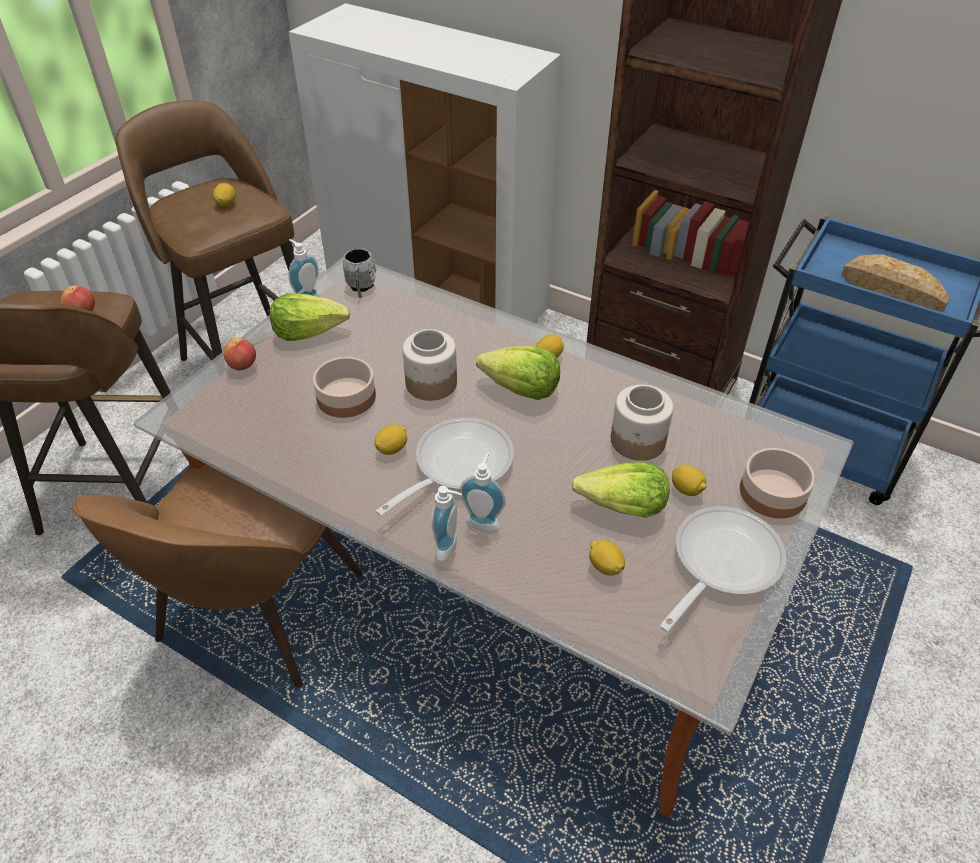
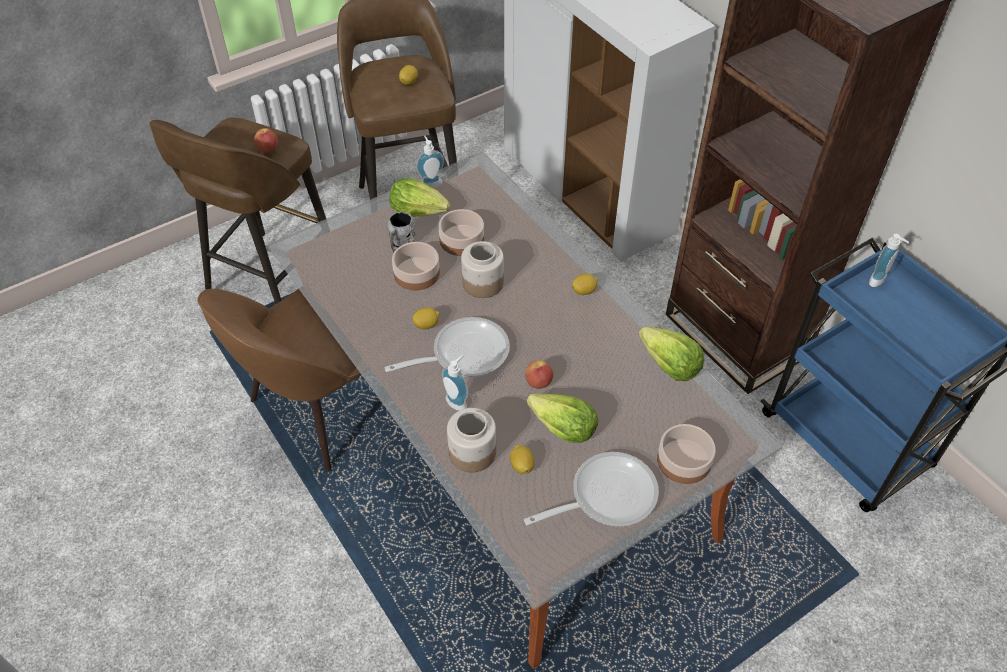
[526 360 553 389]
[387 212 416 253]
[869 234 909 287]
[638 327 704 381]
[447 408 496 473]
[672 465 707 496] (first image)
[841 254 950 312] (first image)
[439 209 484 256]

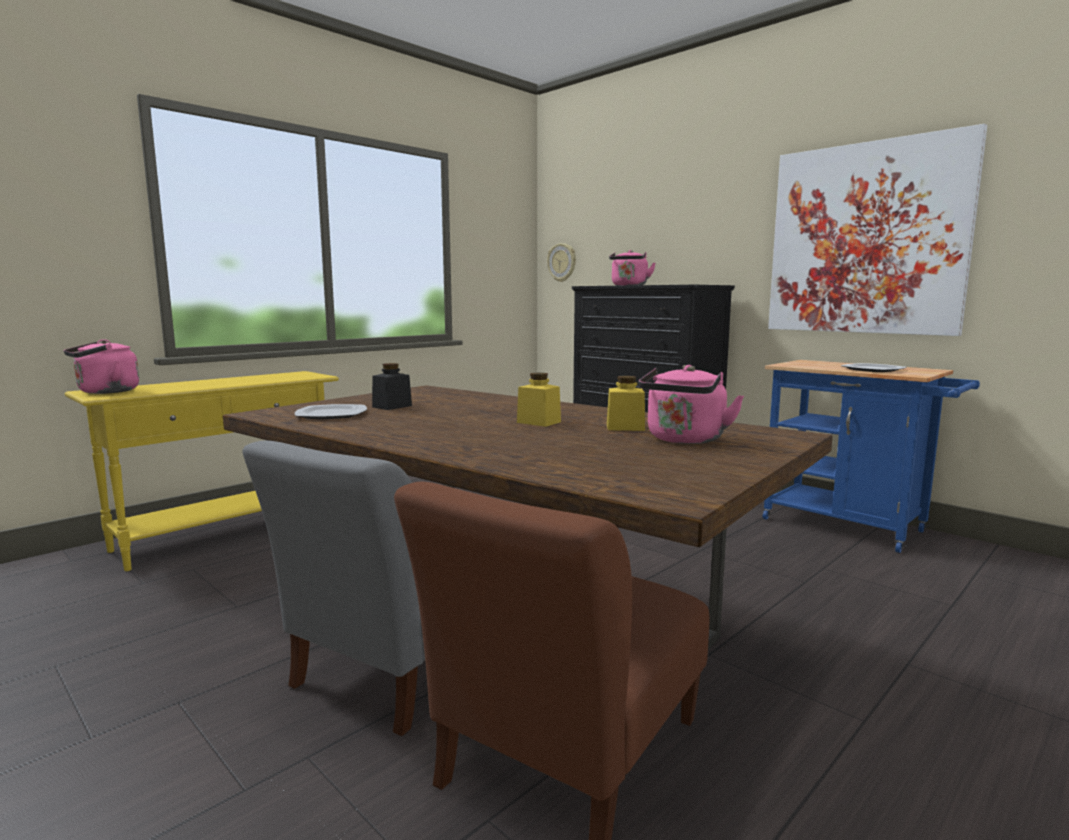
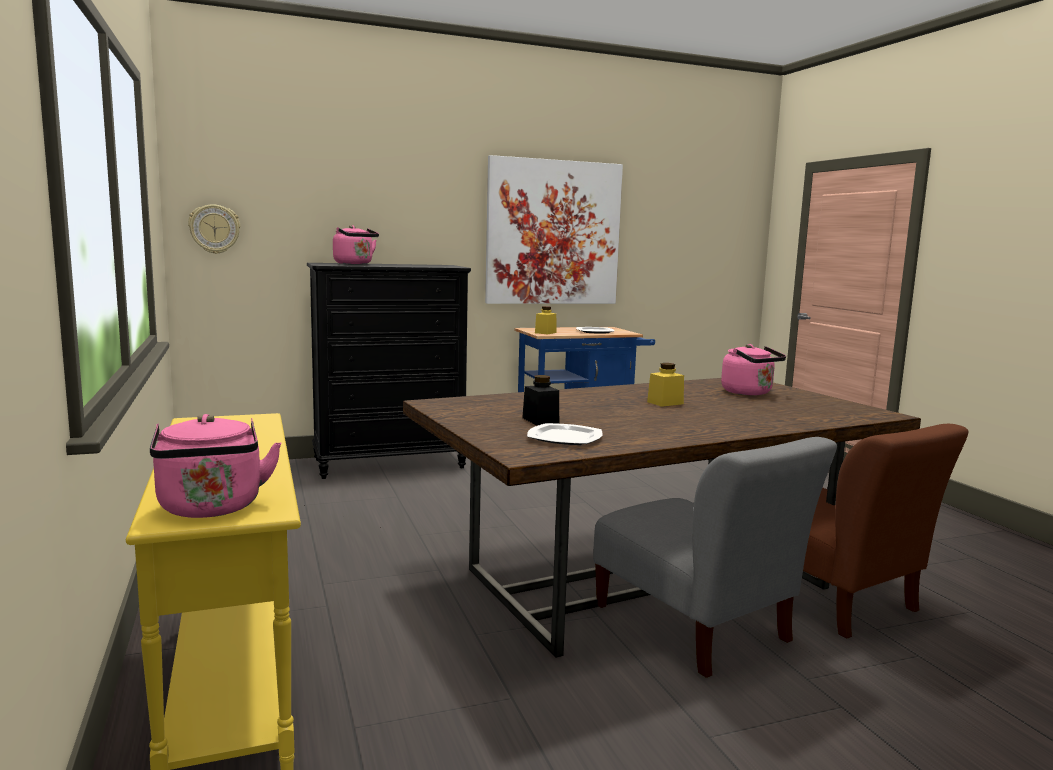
[535 306 556 335]

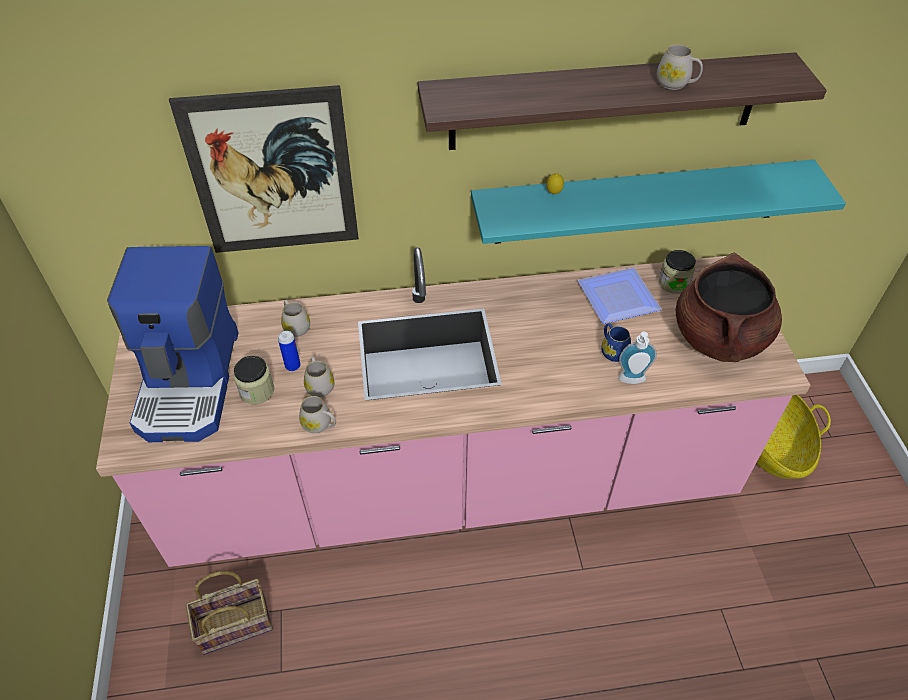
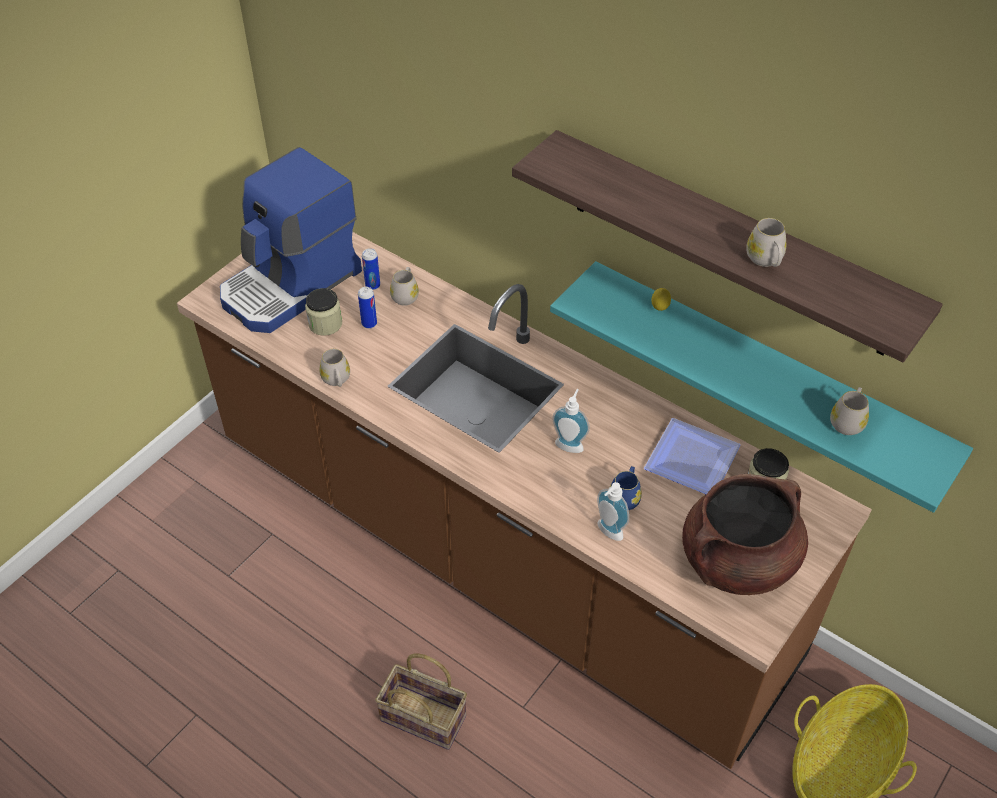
[177 232 872 769]
[169 85 359 253] (first image)
[375 654 467 750]
[830 387 869 435]
[362 248 380 290]
[552 389 590 453]

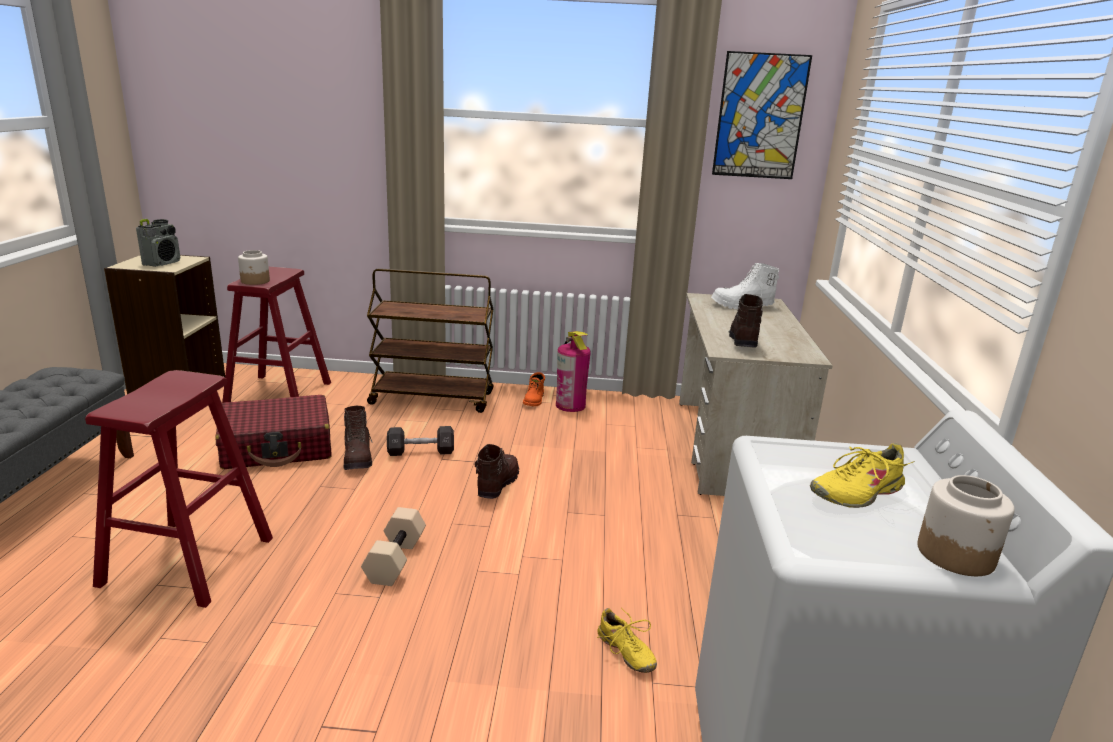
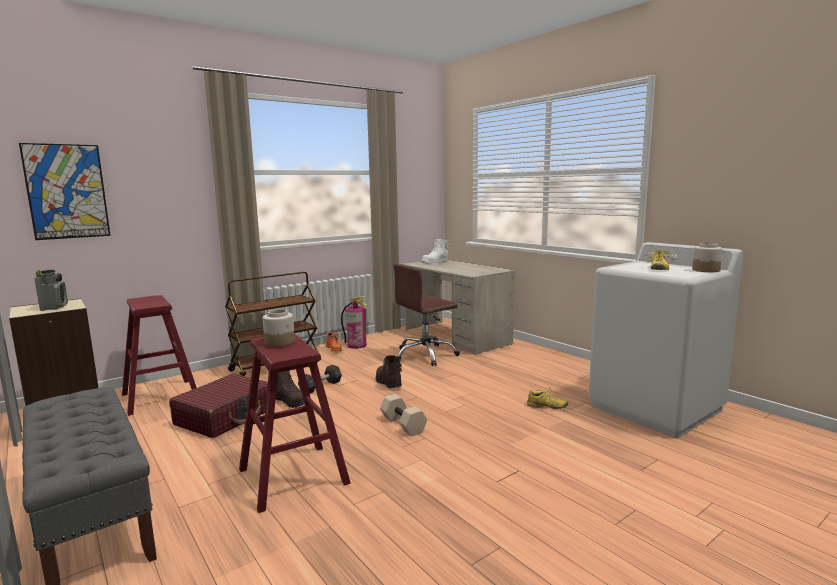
[263 309 295 347]
[19 143 111 240]
[729 294 763 348] (first image)
[393 264 460 366]

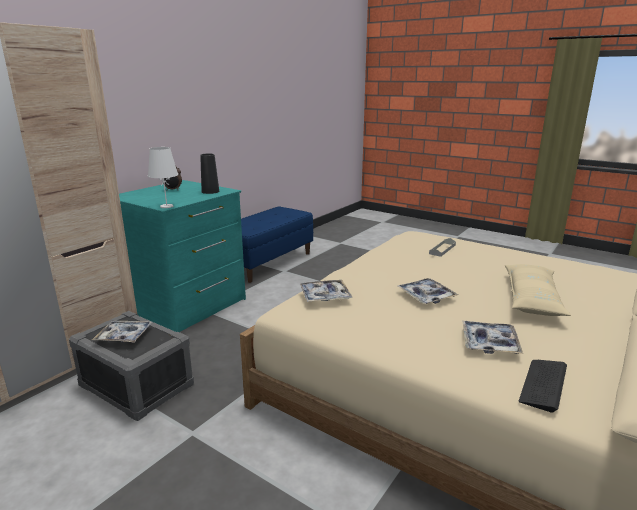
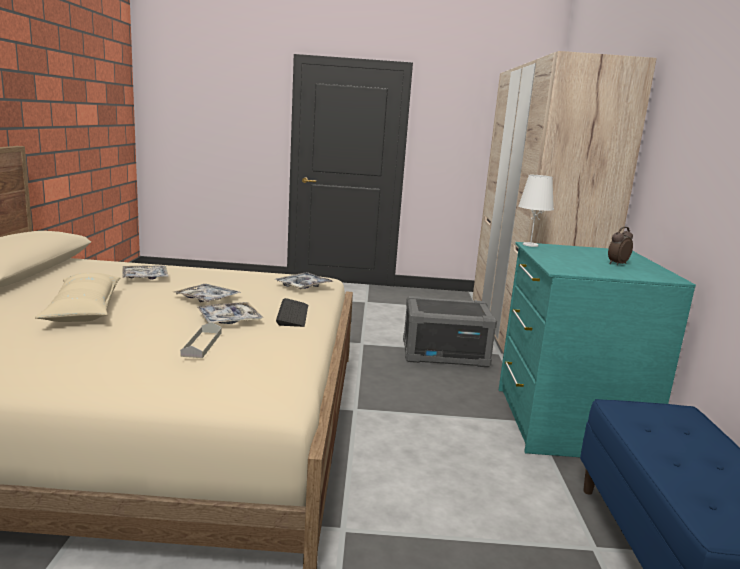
[198 302 263 324]
[200 154 219 194] (first image)
[276 298 308 327]

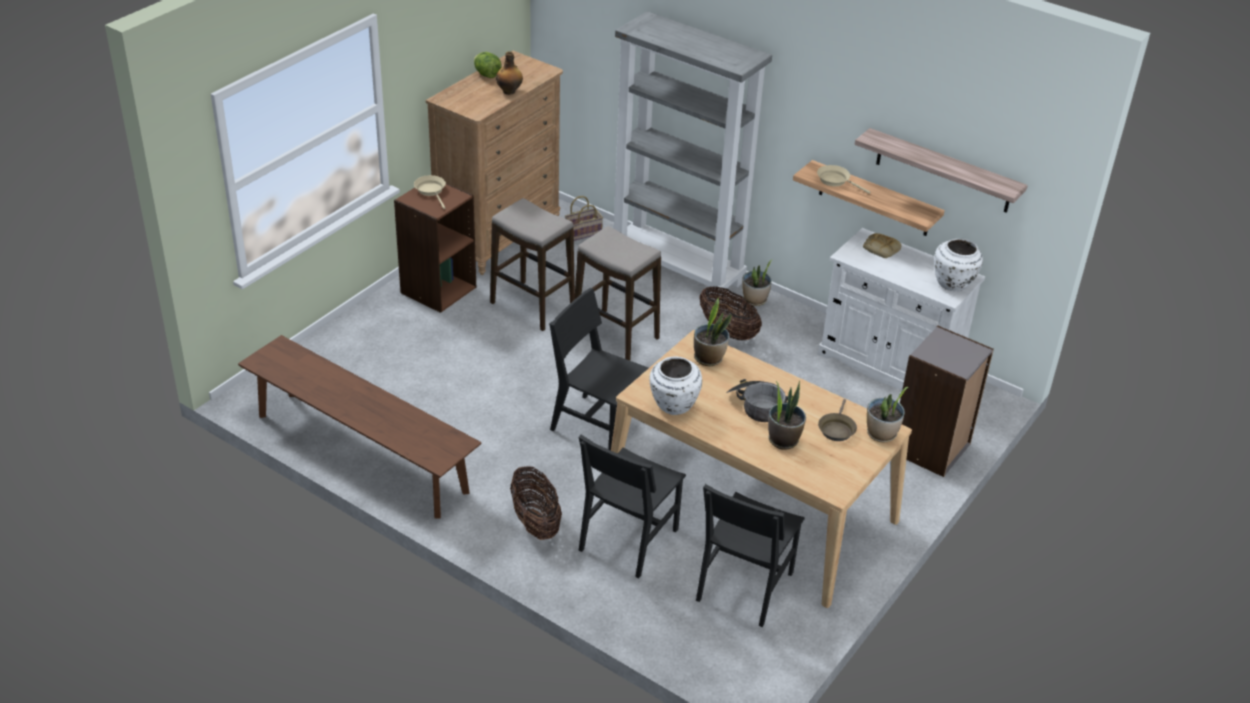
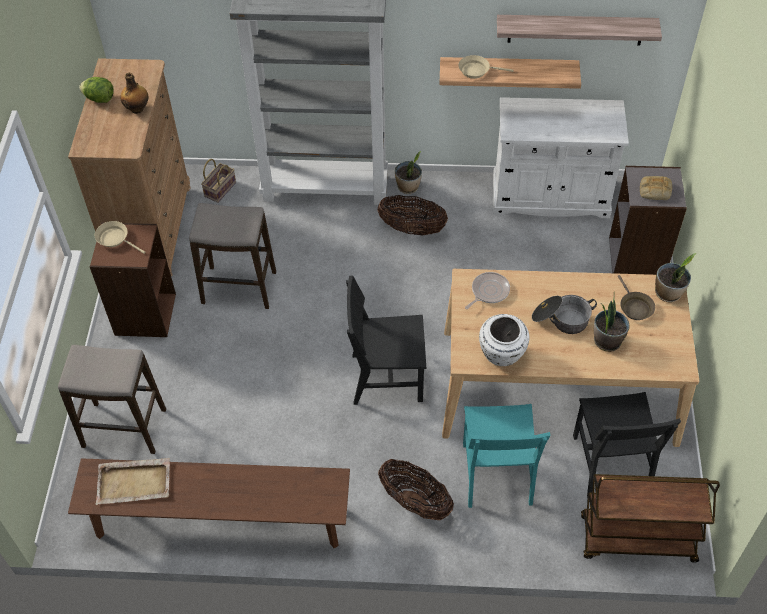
[58 345 166 454]
[463 404 551 508]
[465 272 510 309]
[640 176 672 200]
[934 238 983 291] (first image)
[95 458 170 505]
[581 474 720 563]

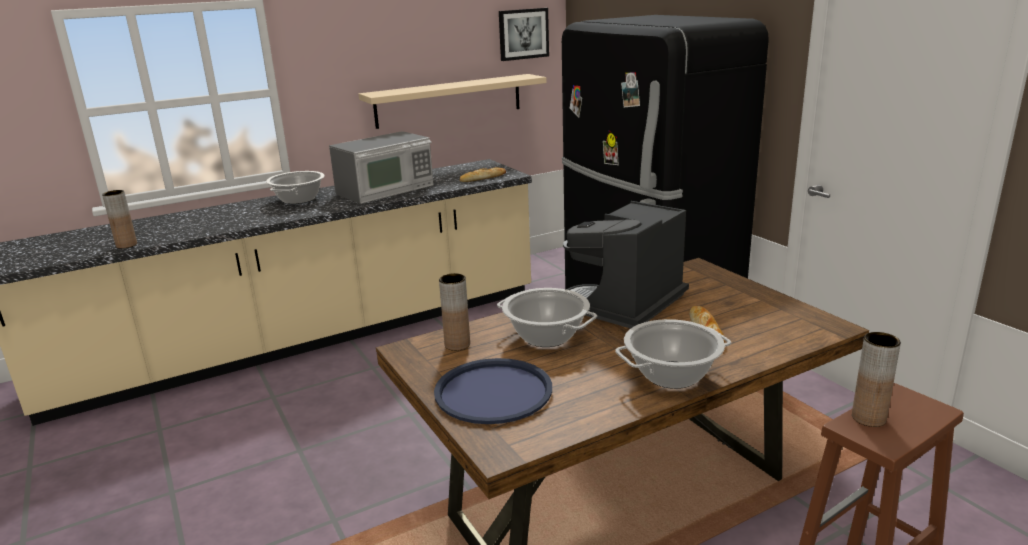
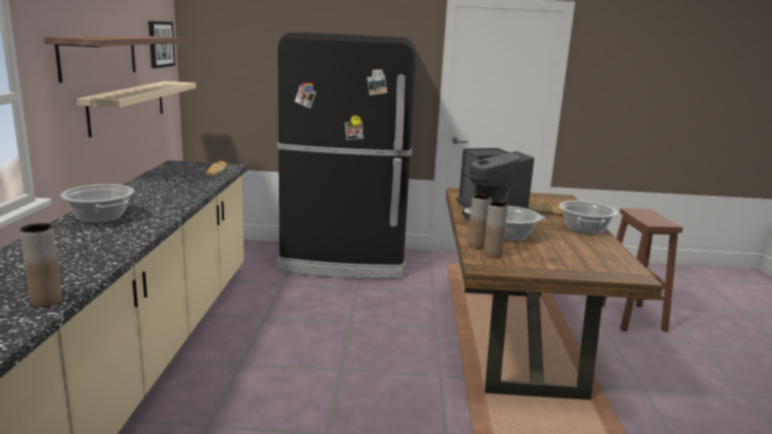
[329 131 434 204] (first image)
[434 358 552 424] (first image)
[468 194 491 249]
[44 36 180 83]

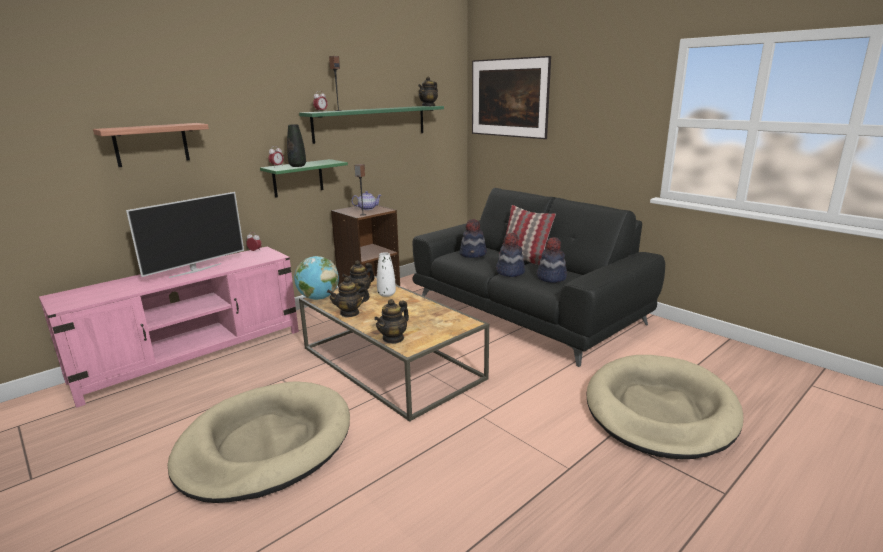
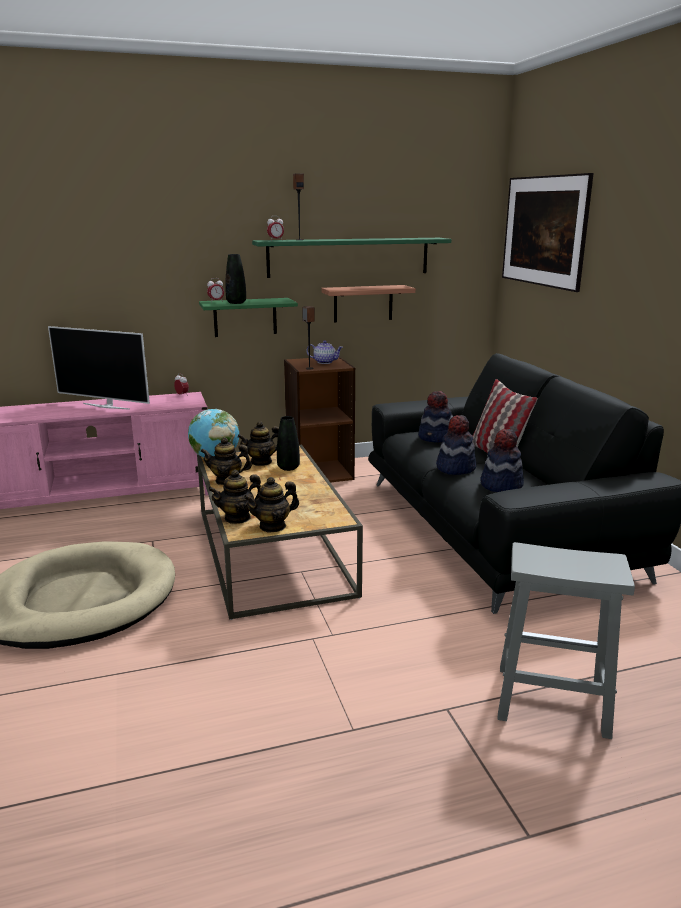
[321 285 416 322]
[48 326 150 410]
[277 416 300 471]
[244 477 299 533]
[498 542 635 739]

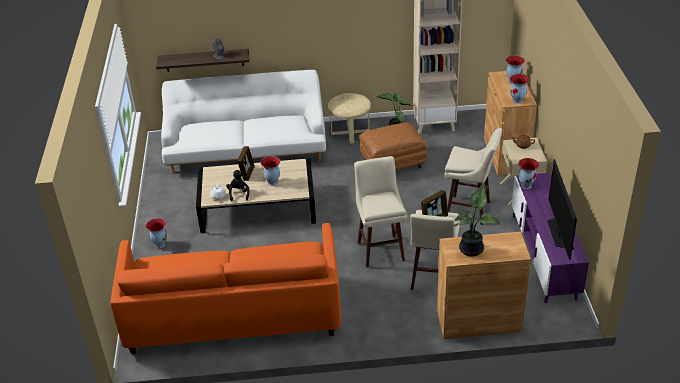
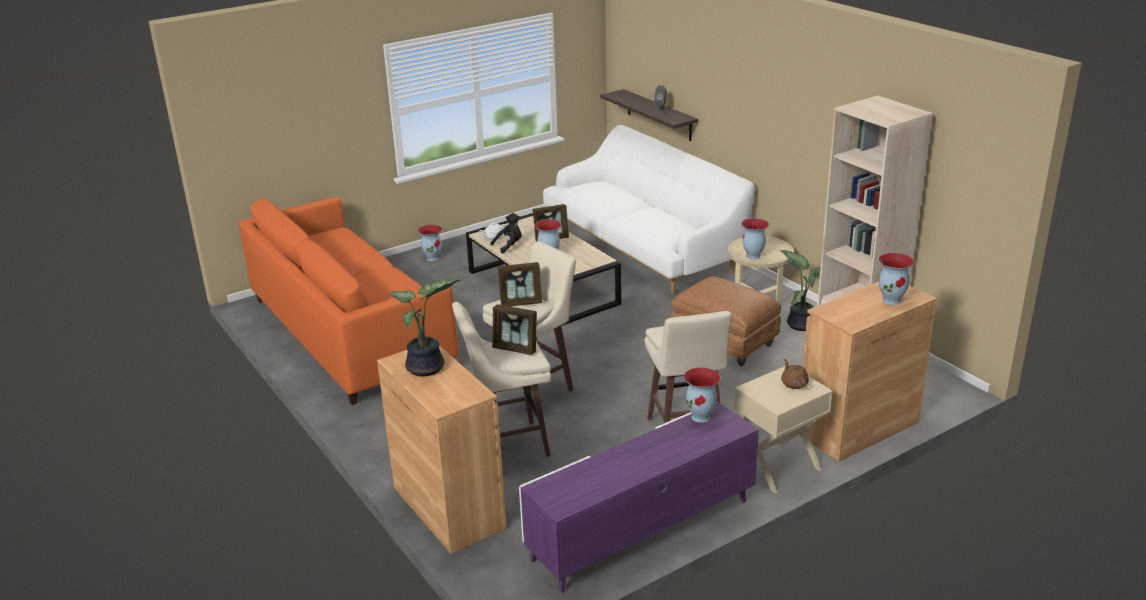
[741 218 769 259]
[547 159 577 260] (first image)
[498 262 542 306]

